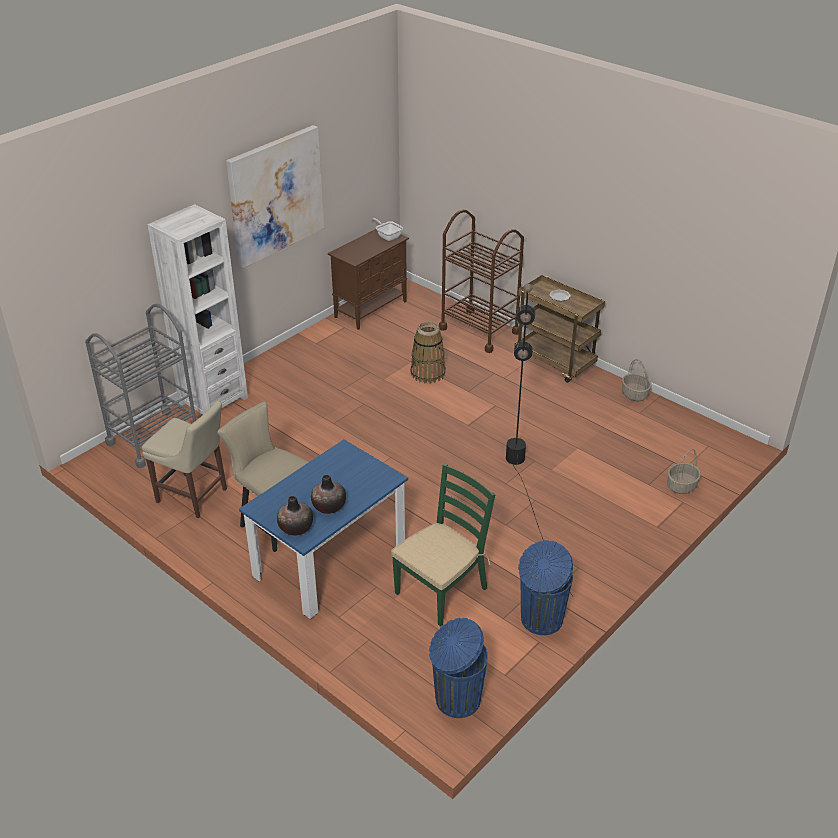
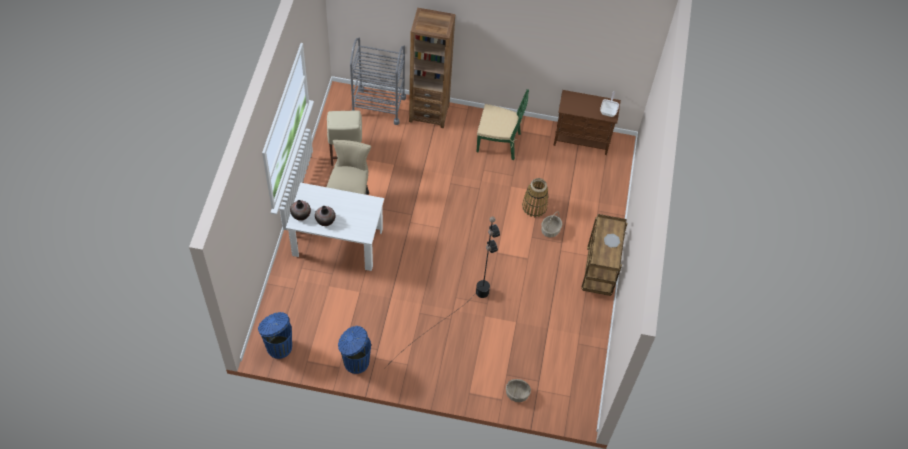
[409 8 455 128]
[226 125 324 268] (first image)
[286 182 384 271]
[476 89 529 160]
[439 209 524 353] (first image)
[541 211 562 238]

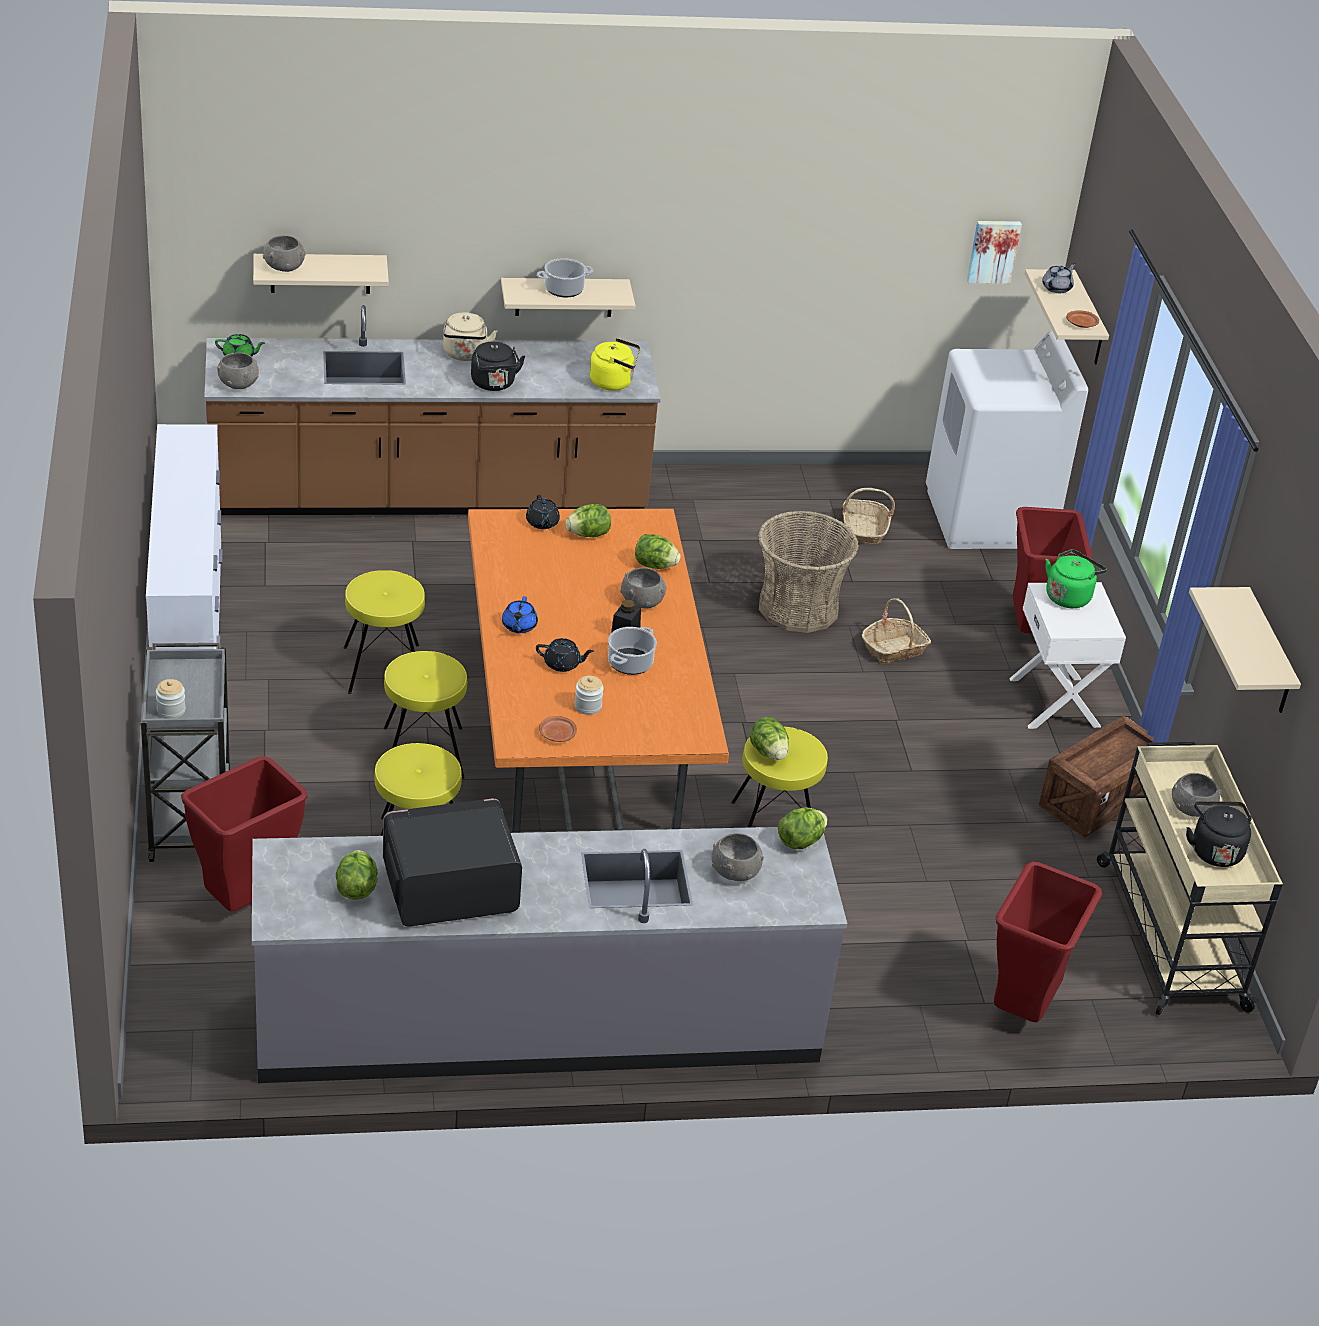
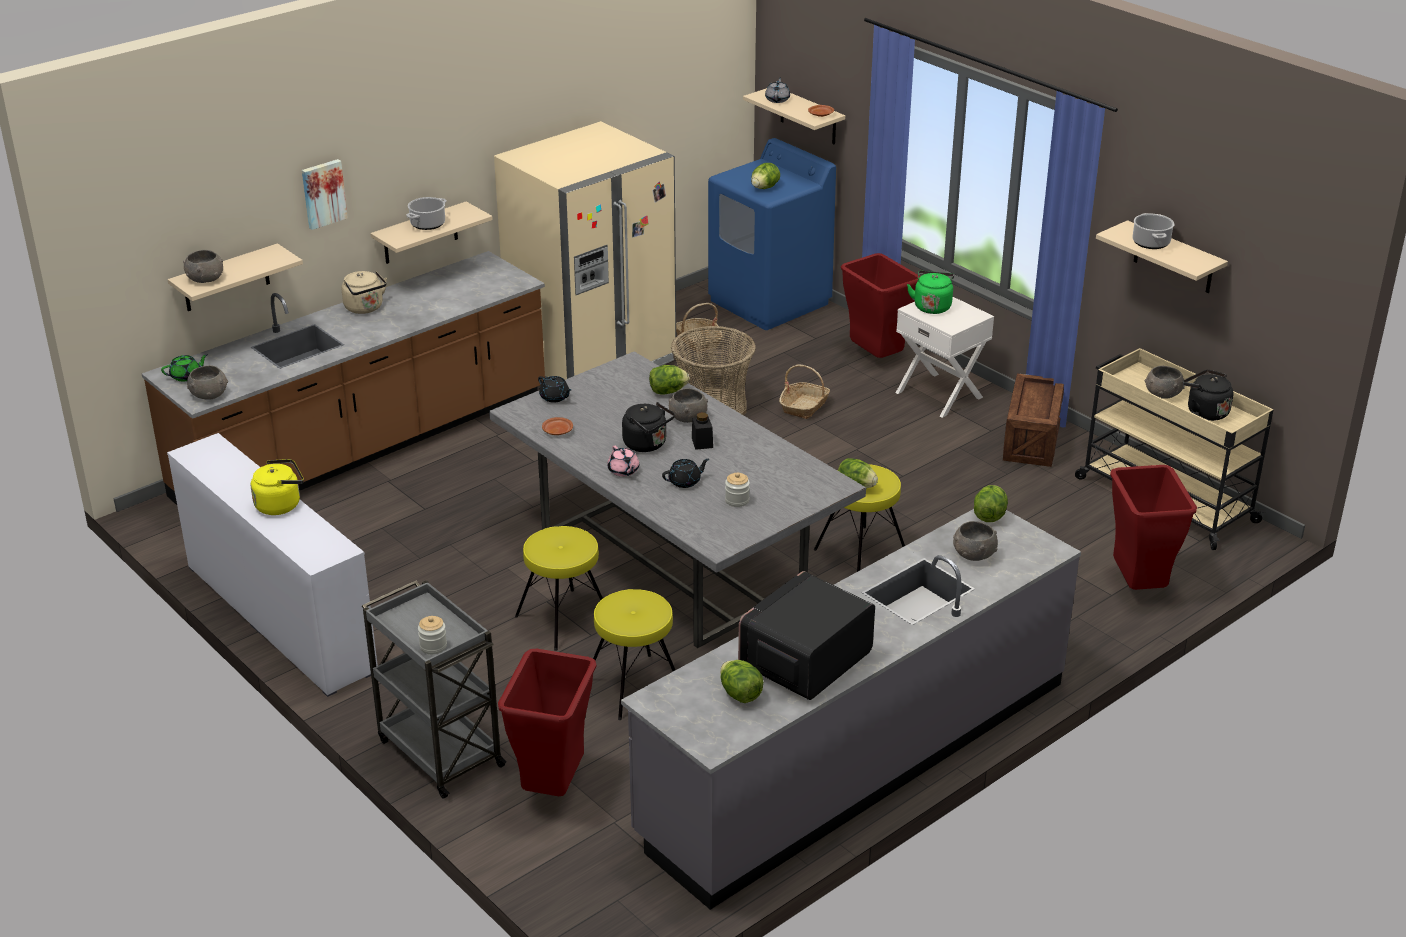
[344 570 425 694] (first image)
[489 351 866 648]
[622 402 675 452]
[607 446 639 476]
[542 417 573 435]
[751 163 780 189]
[251 459 304 515]
[1133 213 1174 249]
[708 138 836 330]
[302 159 348 230]
[494 121 676 380]

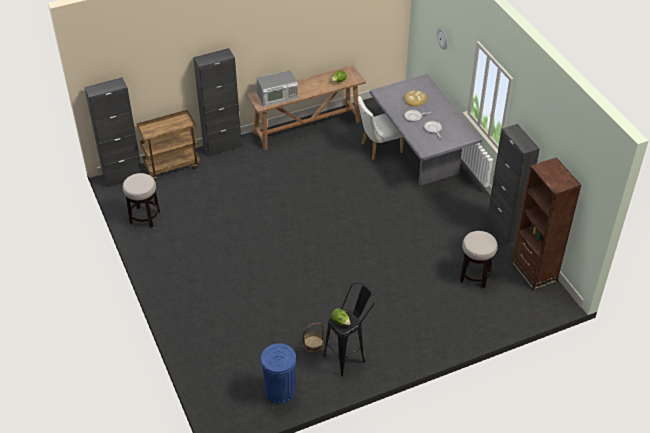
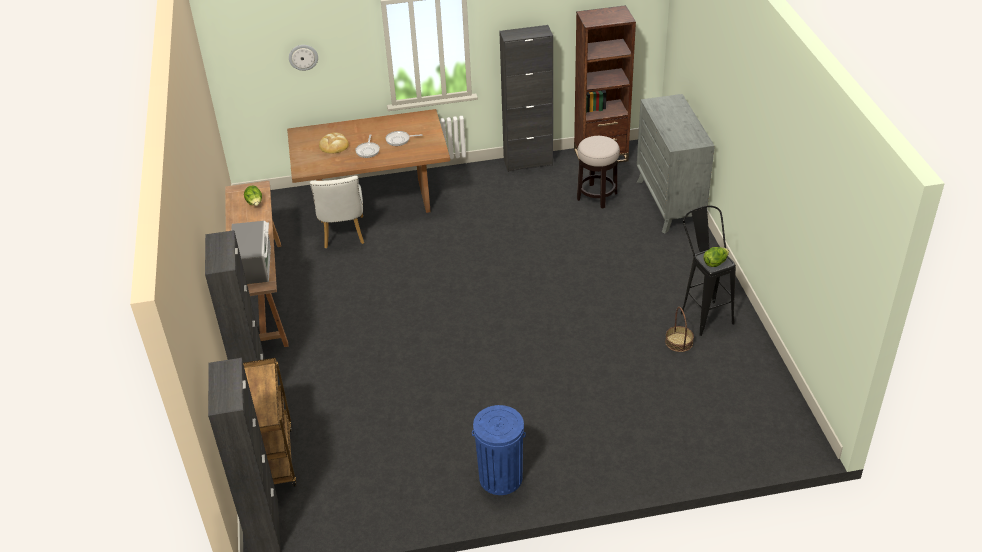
[123 173 160 228] (first image)
[472 405 526 495]
[287 109 450 227]
[637 94 715 234]

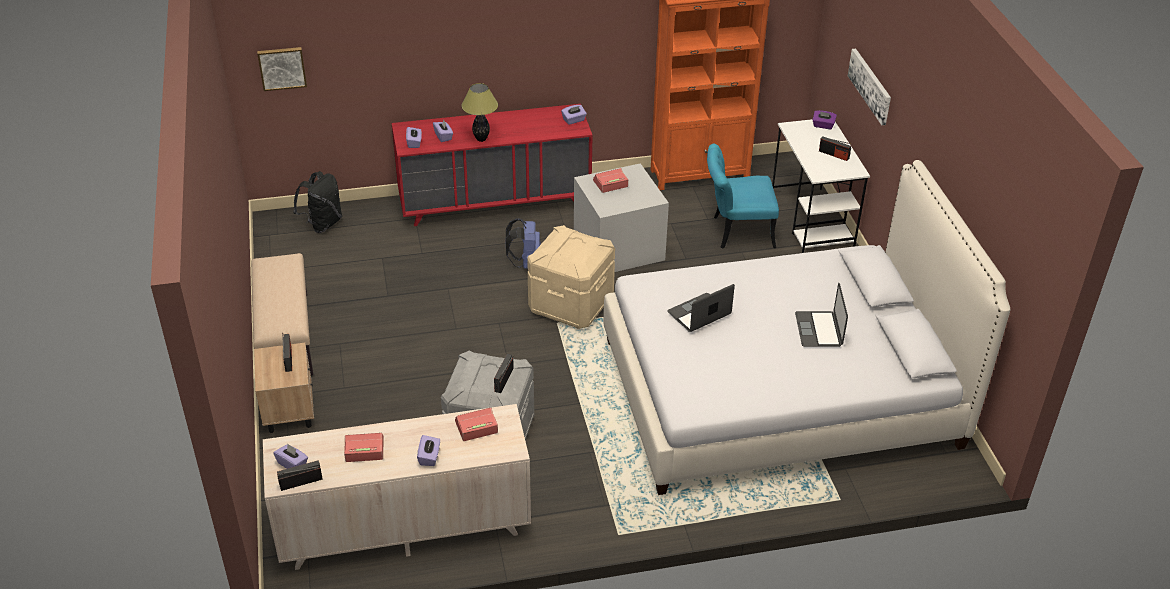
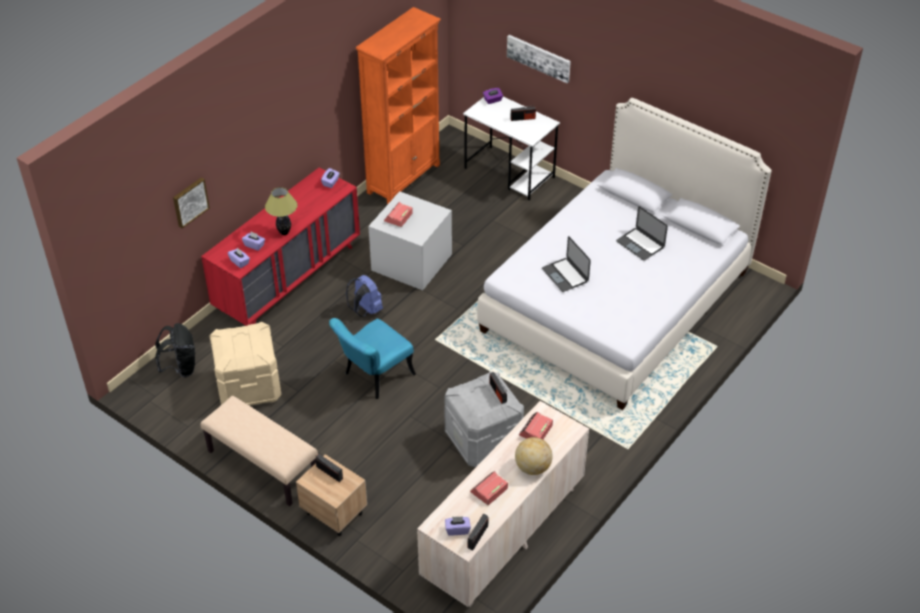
[173 177 210 228]
[515 437 553 475]
[209 321 281 406]
[542 236 591 292]
[329 318 416 399]

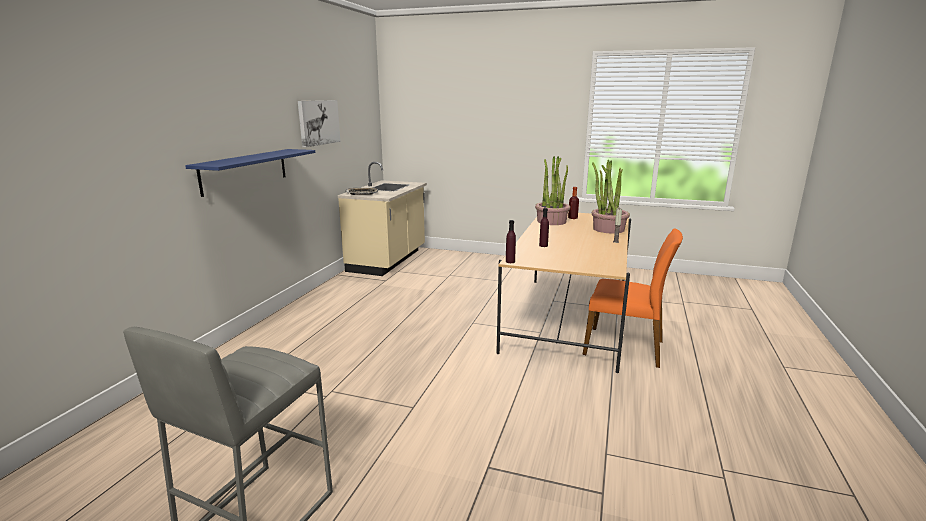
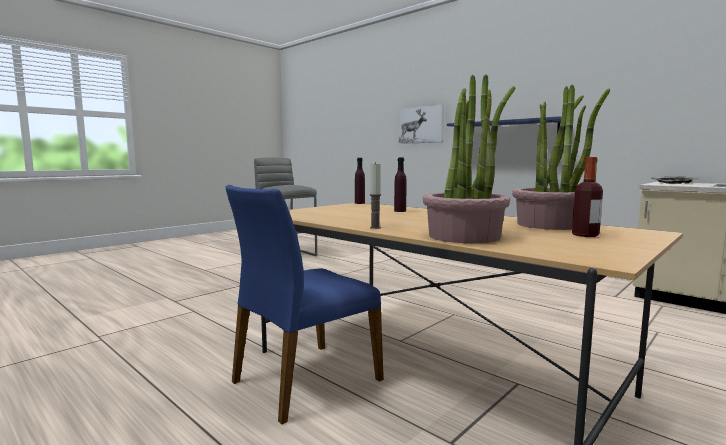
[399 105 444 144]
[225 185 384 424]

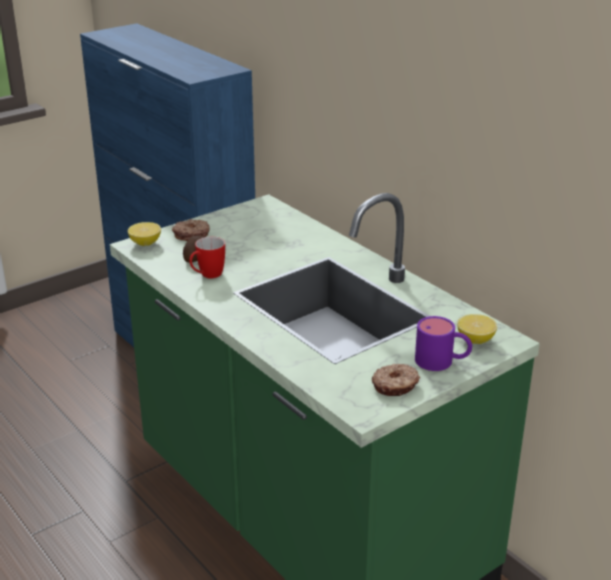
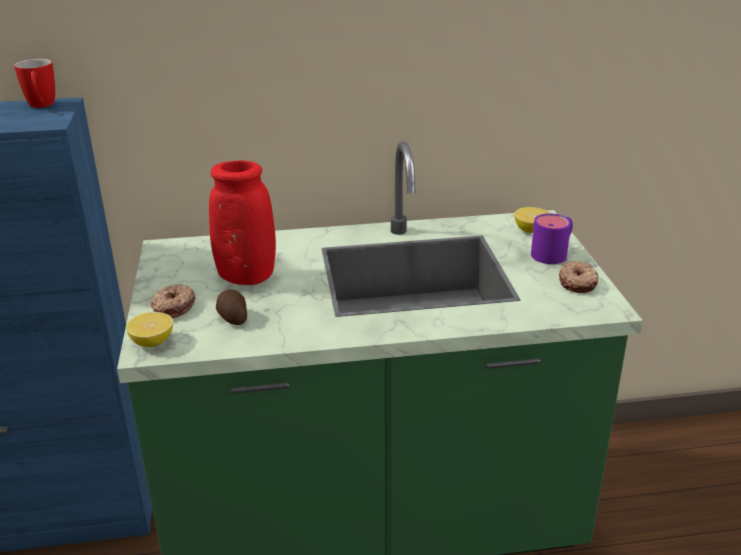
[14 59 55 108]
[209 160 276 285]

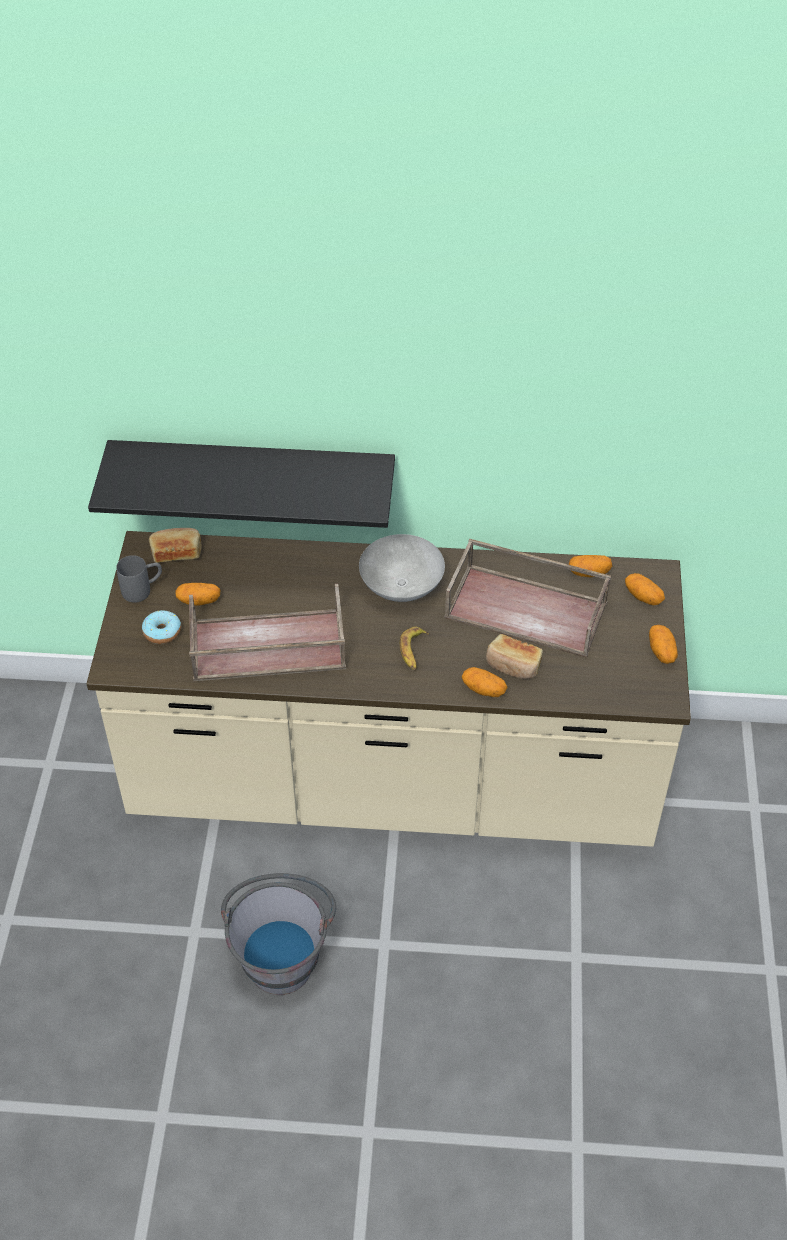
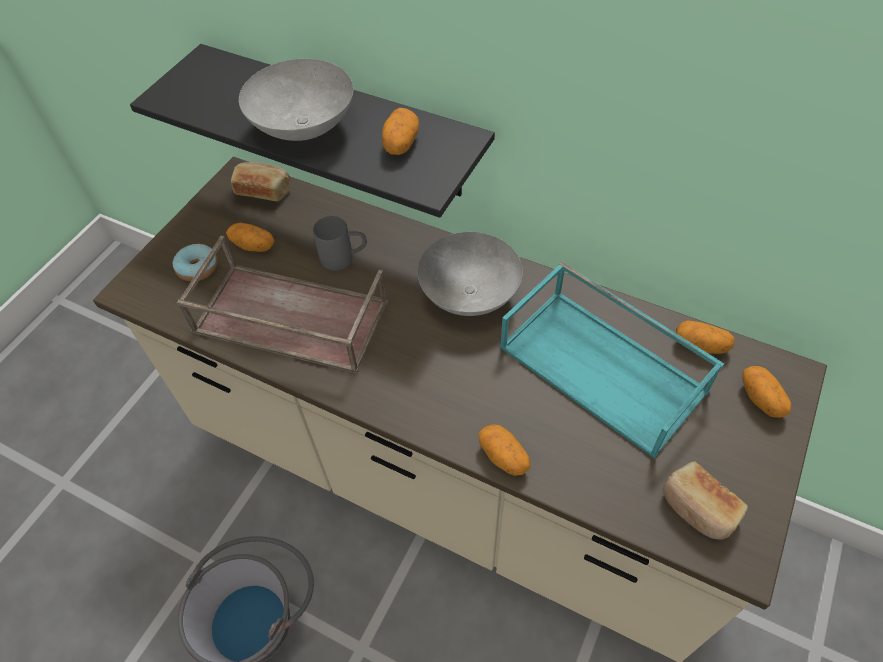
[313 216 367 271]
[400 627 429 671] (first image)
[500 262 724 459]
[663 461 748 540]
[382 108 419 155]
[239 59 353 141]

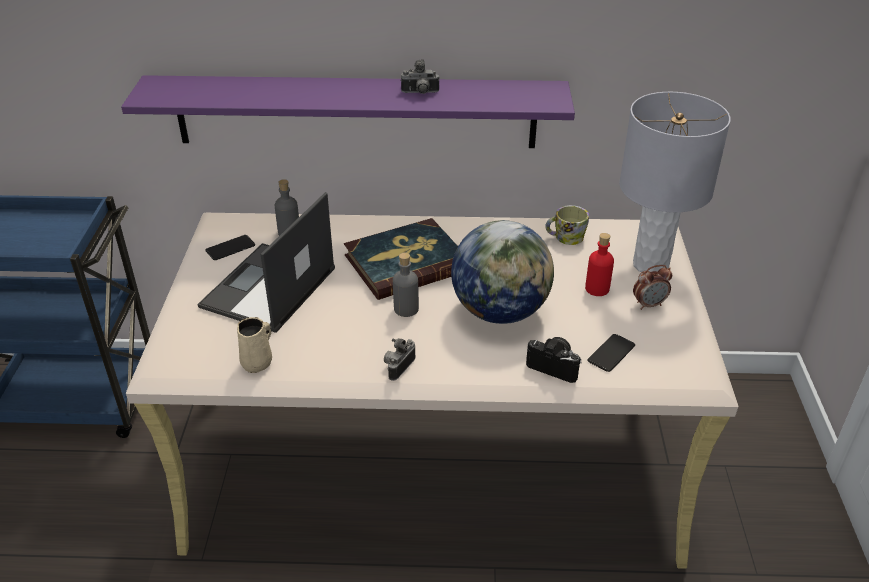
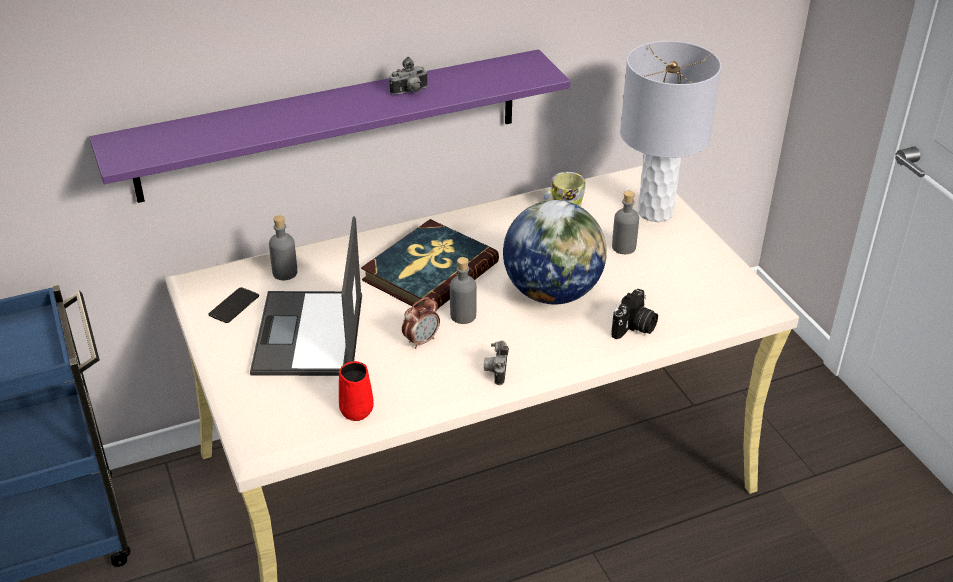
[339 361 374 421]
[611 289 658 339]
[612 191 639 254]
[588 334 635 372] (first image)
[402 297 440 349]

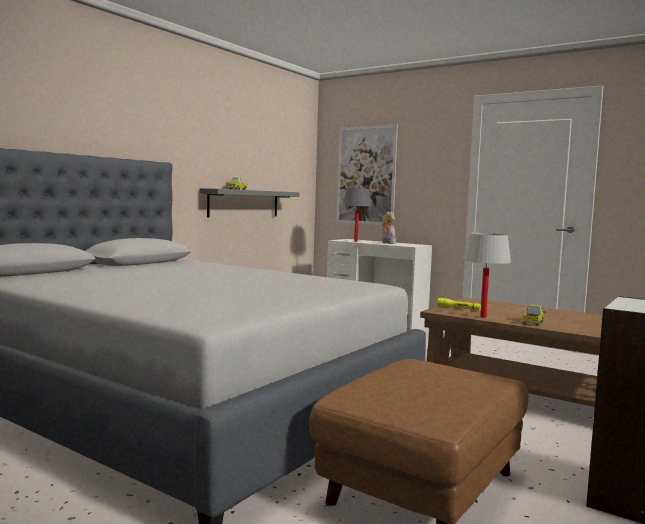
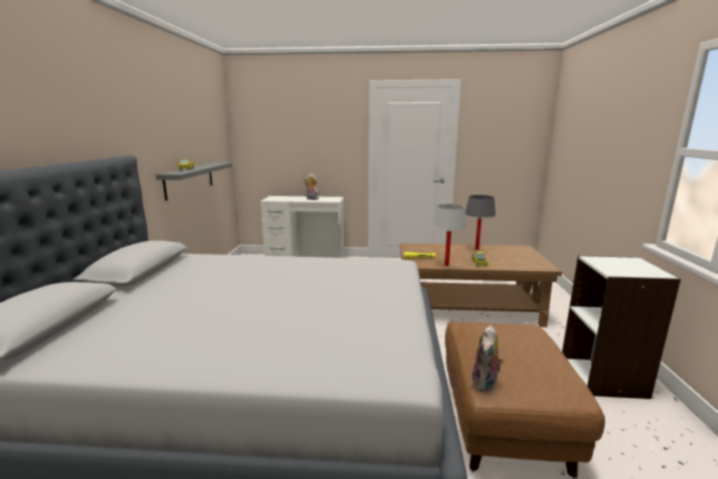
[336 125 398 225] (first image)
[465 195 496 250]
[471 325 504 392]

